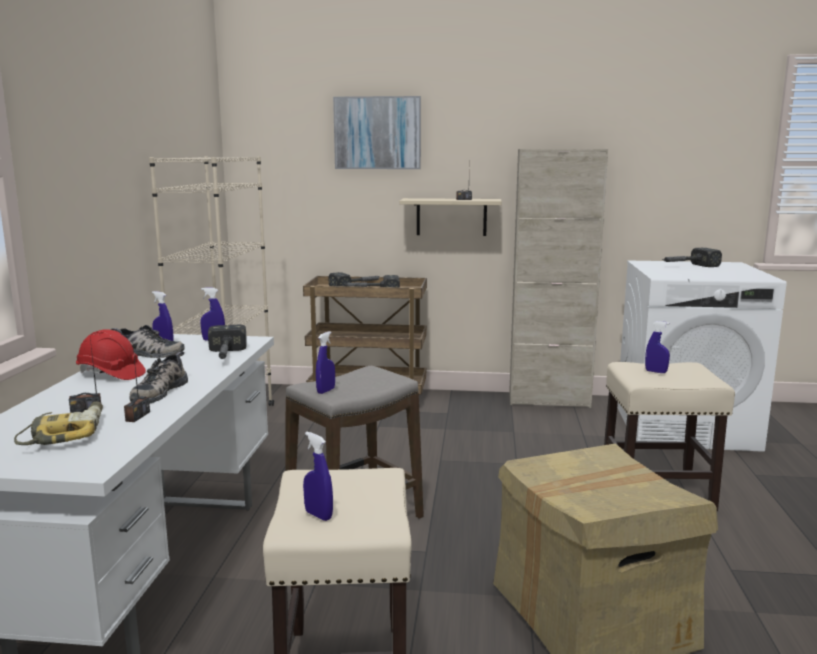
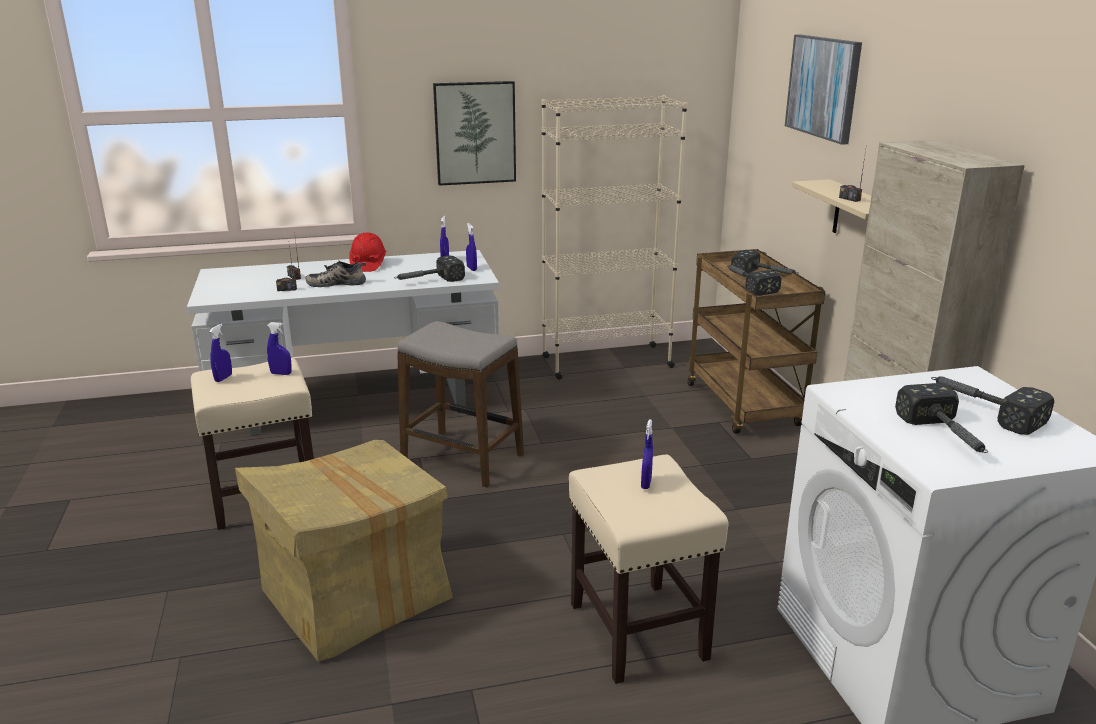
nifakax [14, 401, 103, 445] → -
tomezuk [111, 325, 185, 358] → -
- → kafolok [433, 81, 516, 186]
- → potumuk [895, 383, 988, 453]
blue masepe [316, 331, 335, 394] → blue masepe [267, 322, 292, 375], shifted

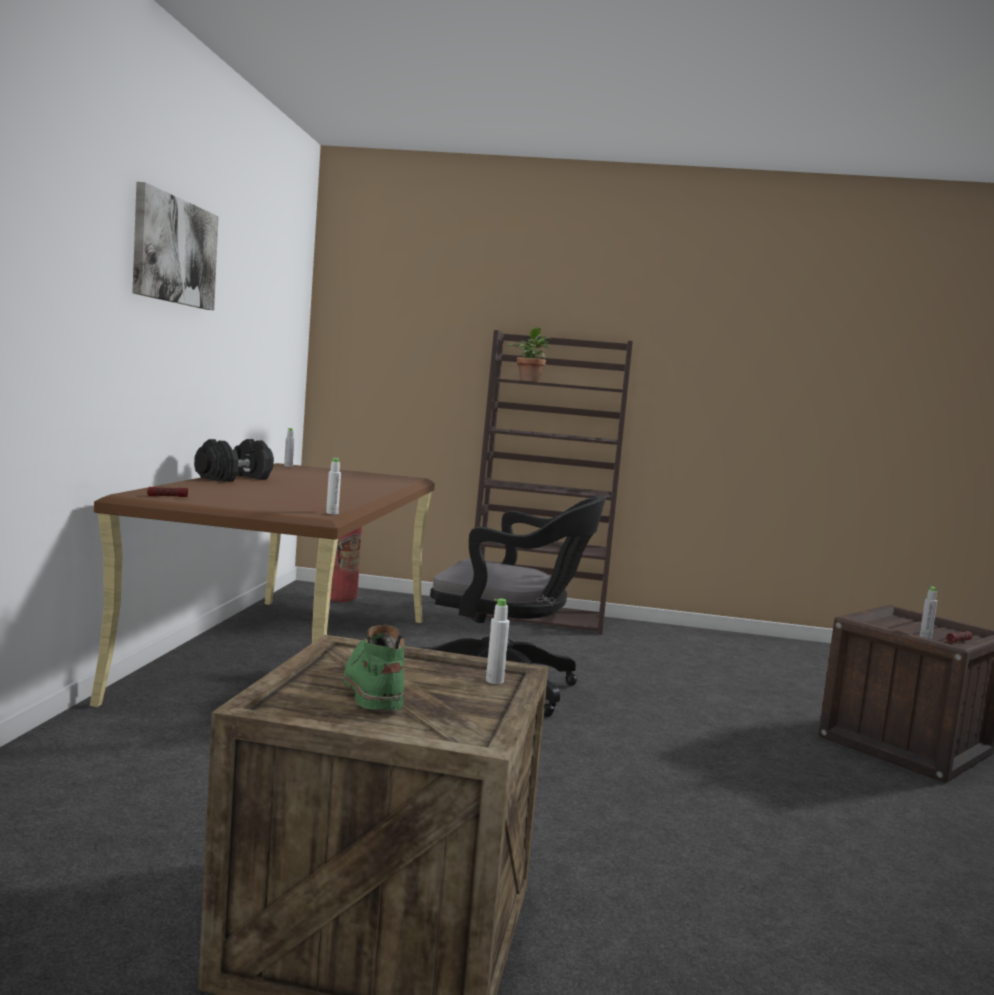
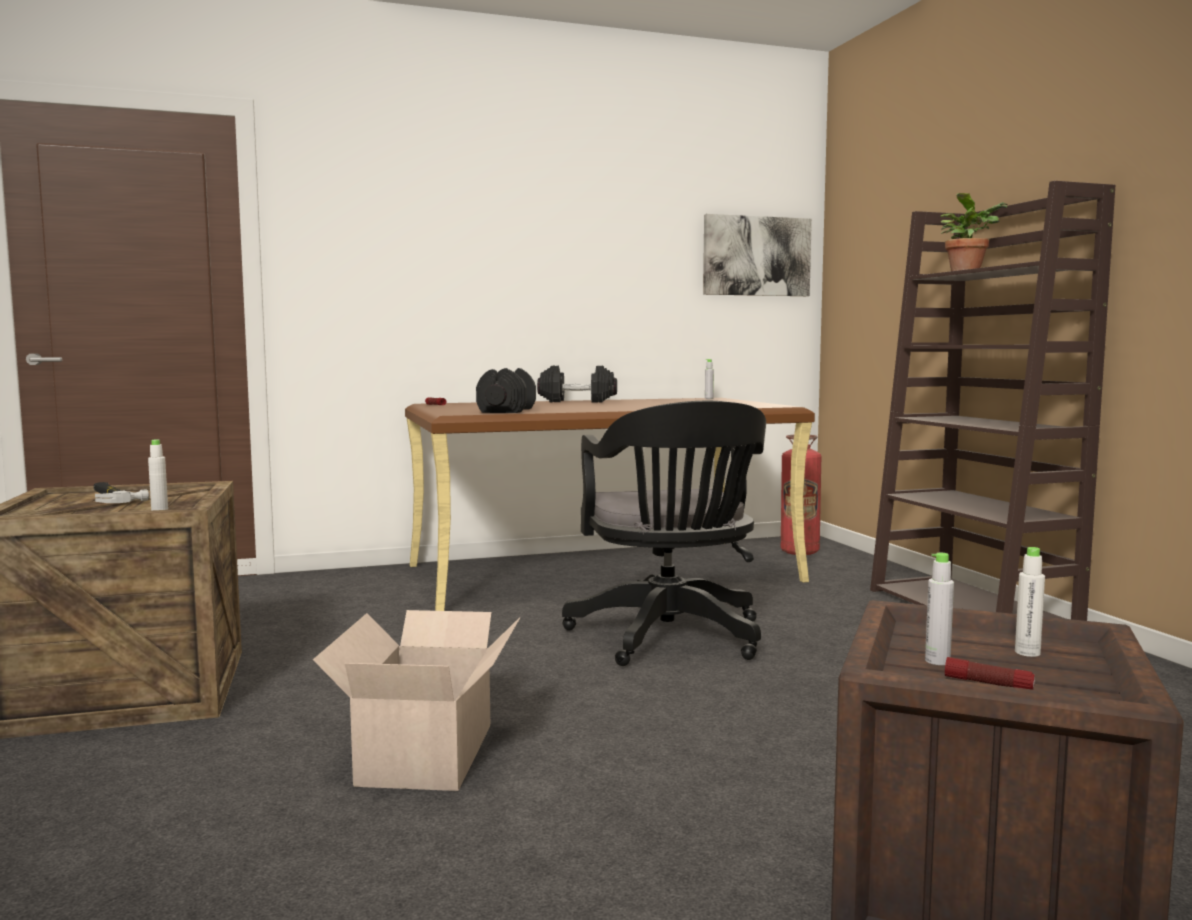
- → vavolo [313, 610, 521, 791]
- → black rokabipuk [476, 368, 536, 413]
kafolok [132, 182, 219, 310] → kafolok [703, 214, 812, 296], shifted
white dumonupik [326, 458, 341, 514] → white dumonupik [1015, 547, 1045, 657], shifted
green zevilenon [344, 625, 405, 711] → potumuk [94, 482, 149, 503]

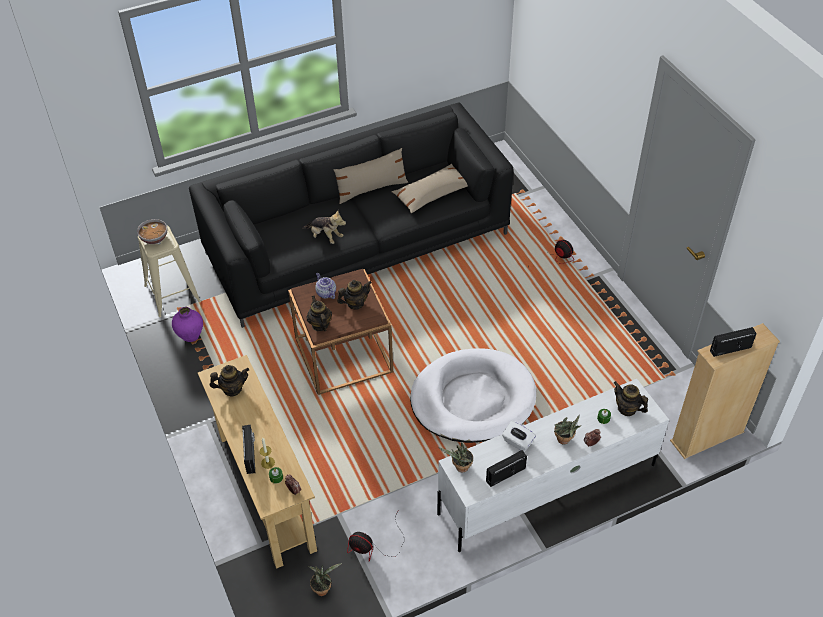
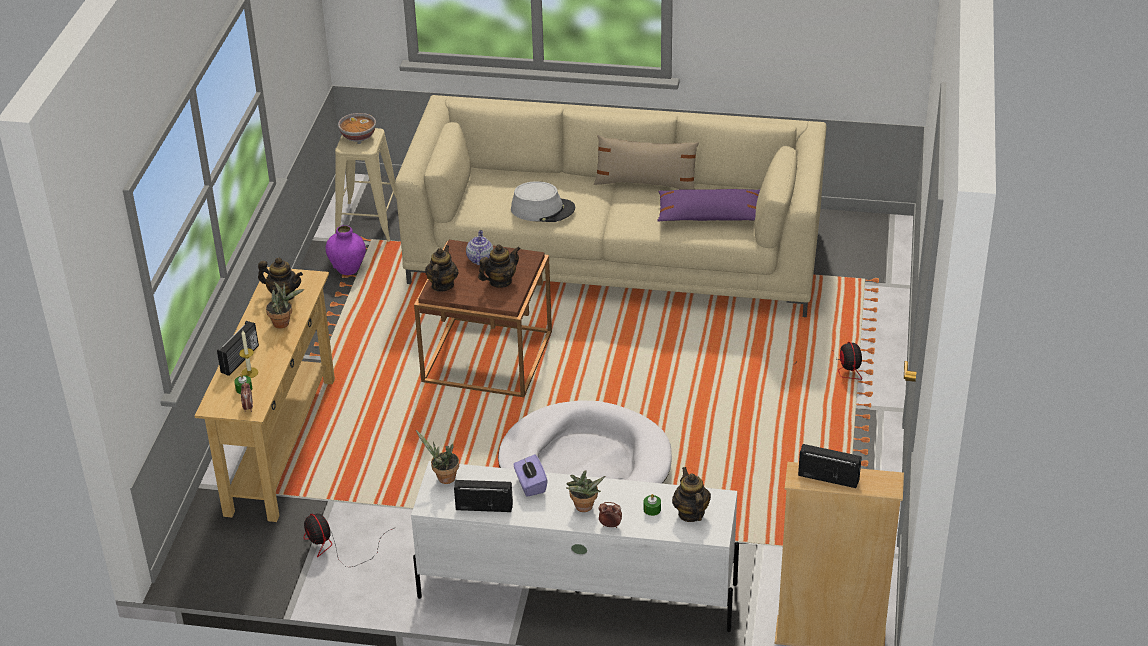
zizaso [308, 563, 342, 596] → zizaso [266, 282, 304, 329], shifted
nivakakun [302, 211, 346, 244] → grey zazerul [511, 181, 575, 222]
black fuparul [189, 102, 514, 328] → beige fuparul [395, 95, 827, 317]
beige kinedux [392, 164, 468, 213] → purple kinedux [657, 189, 760, 222]
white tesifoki [502, 421, 536, 452] → purple tesifoki [513, 454, 547, 497]
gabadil [337, 280, 372, 310] → gabadil [478, 244, 520, 288], 45 degrees counterclockwise

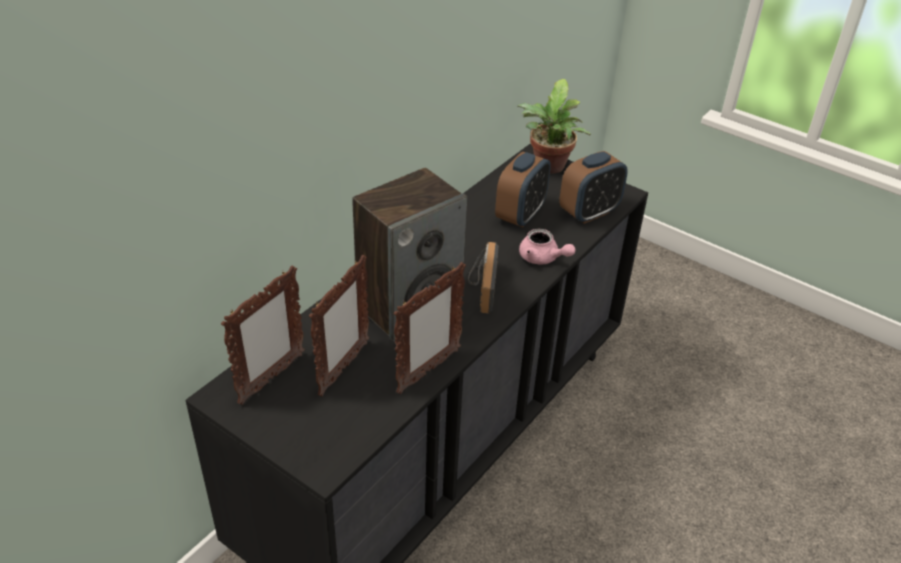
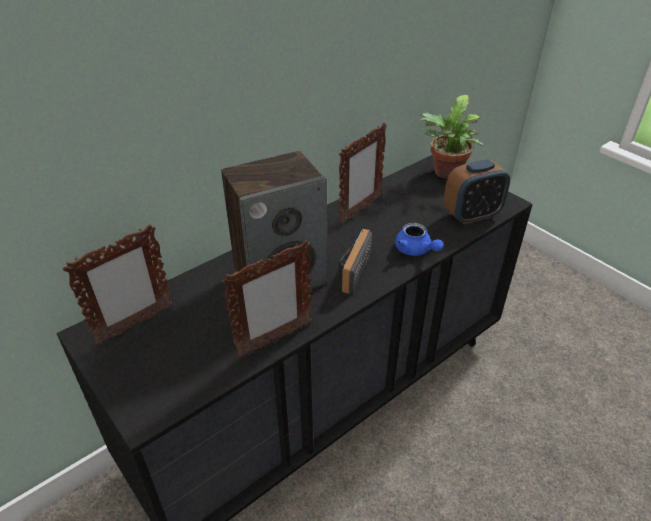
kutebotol [495, 152, 551, 227] → -
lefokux [309, 255, 369, 396] → lefokux [339, 123, 387, 225], shifted
pink gabadil [519, 229, 576, 265] → blue gabadil [395, 223, 444, 256]

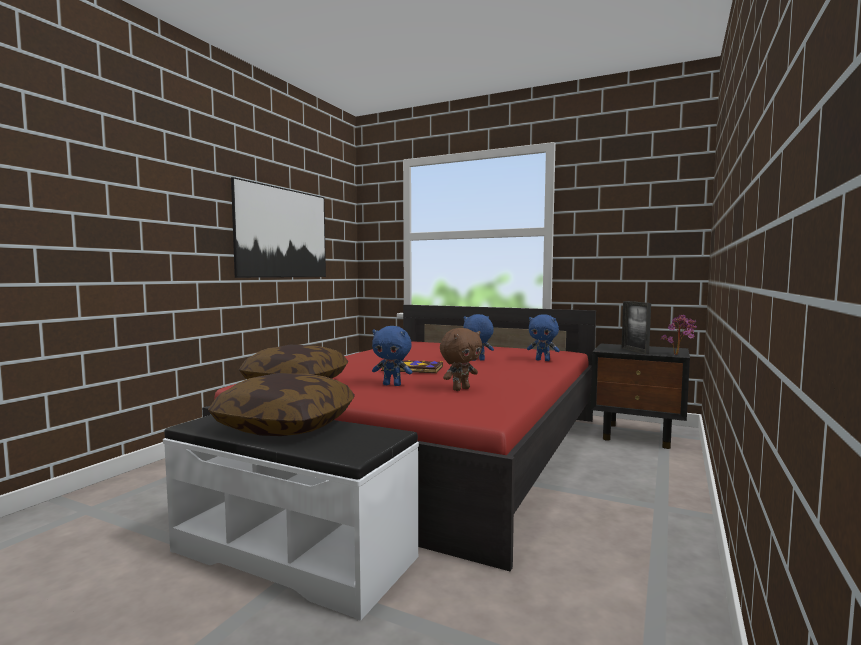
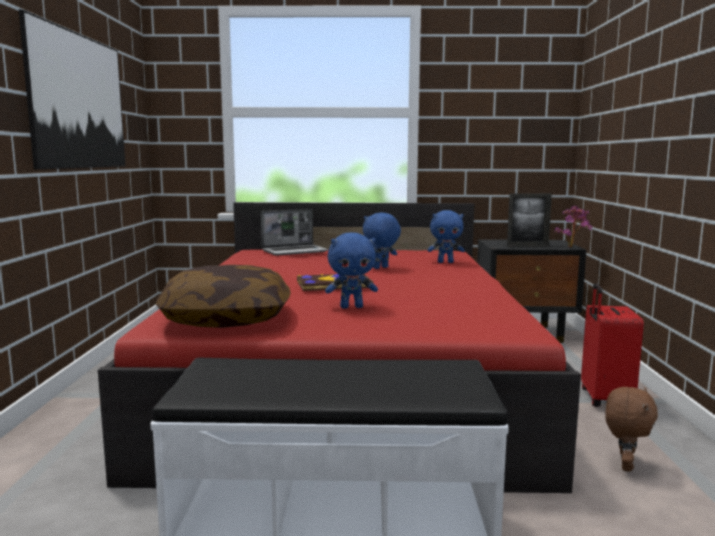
kinedux [208, 373, 355, 436] → -
- → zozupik [261, 209, 328, 256]
- → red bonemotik [581, 283, 644, 407]
brown nivakakun [440, 328, 482, 391] → brown nivakakun [605, 387, 658, 472], shifted
lefokux [621, 301, 651, 354] → lefokux [507, 193, 552, 247], 60 degrees counterclockwise

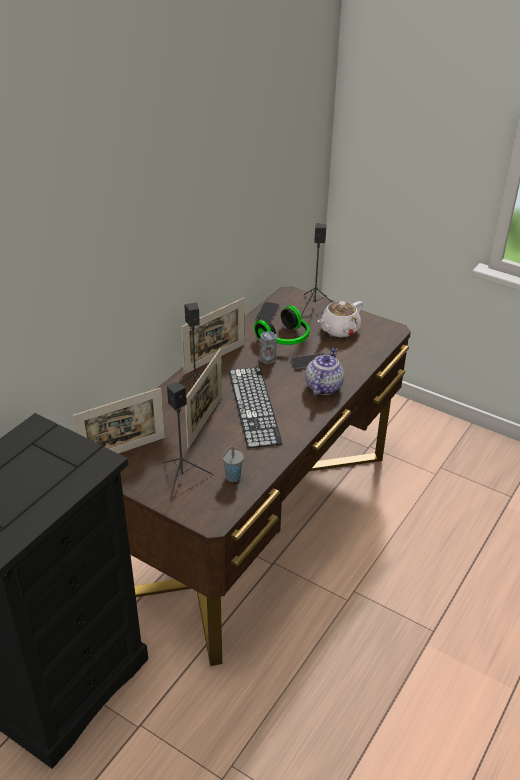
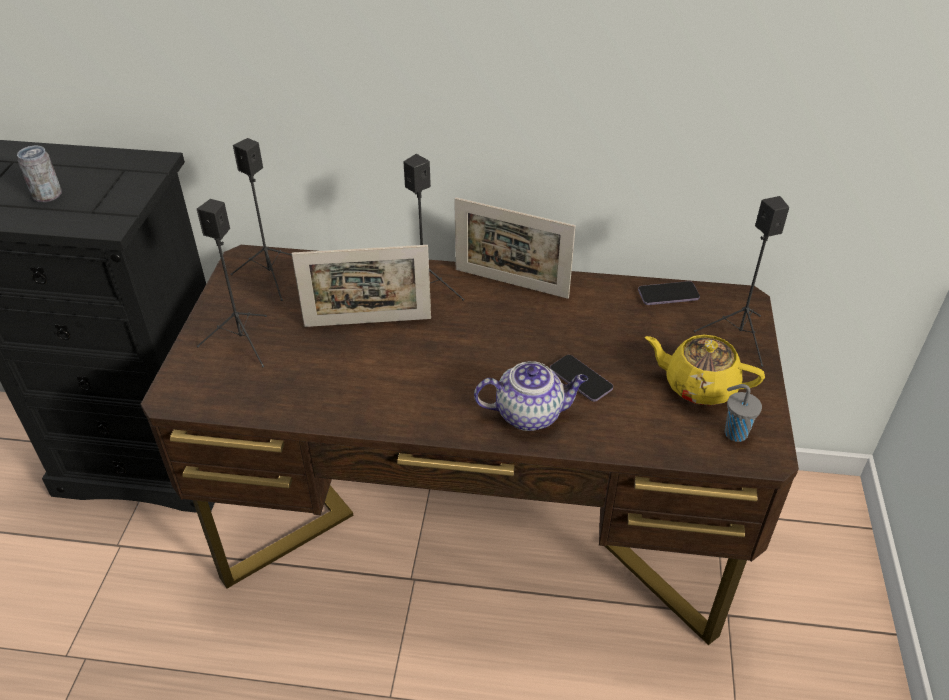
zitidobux [229, 367, 283, 448] → -
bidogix [254, 305, 310, 345] → -
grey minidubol [222, 446, 244, 482] → grey minidubol [725, 384, 762, 442], shifted
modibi [259, 331, 277, 364] → modibi [17, 145, 62, 202], shifted
lefokux [72, 388, 165, 454] → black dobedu [230, 138, 292, 301]
white gabadil [318, 301, 363, 337] → yellow gabadil [645, 334, 765, 405]

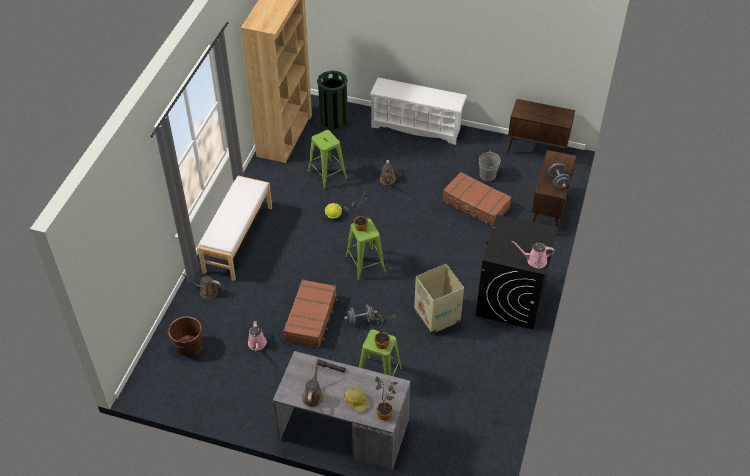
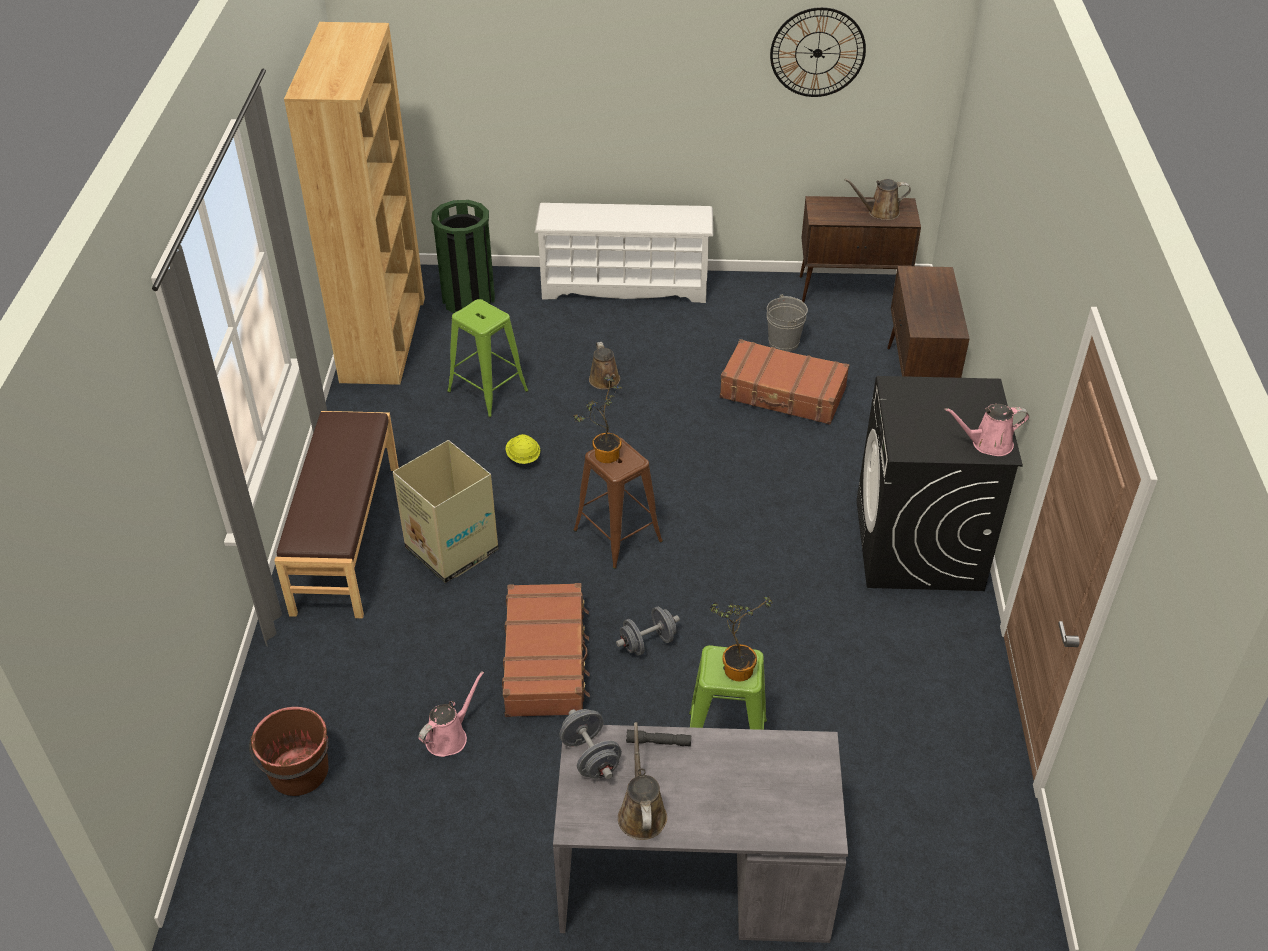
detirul [344, 386, 369, 412] → -
zizaso [375, 377, 398, 420] → -
- → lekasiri [770, 7, 866, 97]
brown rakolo [181, 273, 221, 299] → brown rakolo [844, 179, 911, 220], shifted
vavolo [414, 264, 464, 334] → vavolo [393, 440, 498, 583], shifted
grey rokabipuk [548, 163, 570, 188] → grey rokabipuk [559, 709, 622, 779], shifted
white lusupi [197, 176, 272, 281] → brown lusupi [274, 411, 399, 618]
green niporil [345, 219, 386, 281] → brown niporil [573, 438, 663, 569]
pink rakolo [248, 321, 267, 351] → pink rakolo [418, 671, 484, 757], 120 degrees counterclockwise

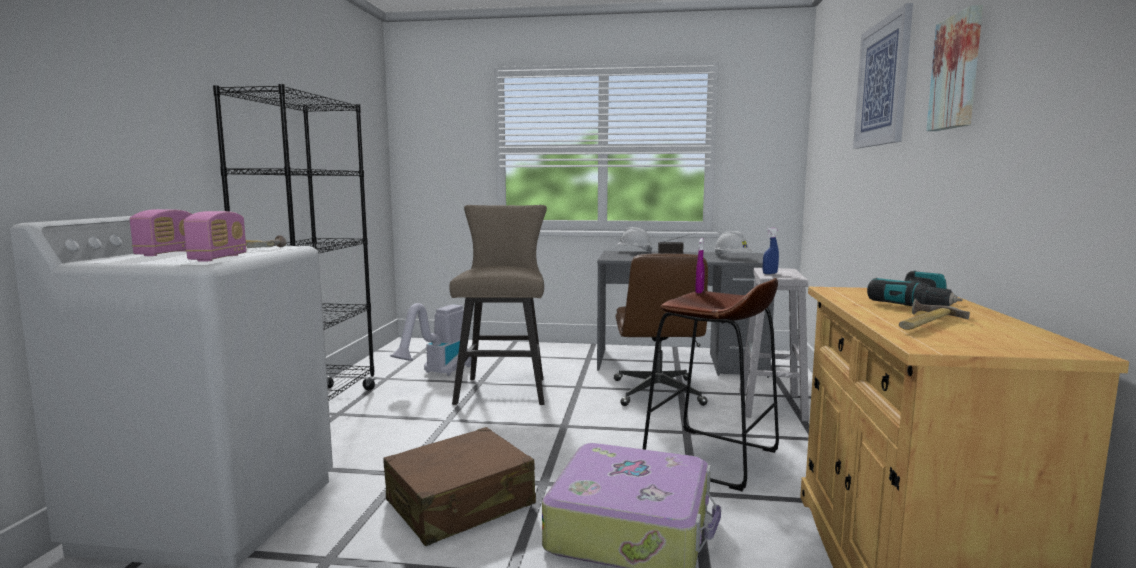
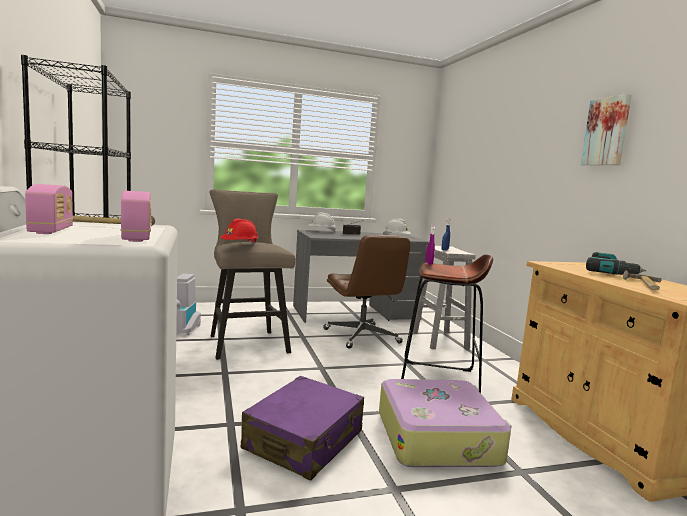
kafolok [853, 3, 913, 149] → -
- → red detirul [220, 219, 258, 244]
brown bonemotik [383, 427, 536, 546] → purple bonemotik [241, 376, 364, 480]

